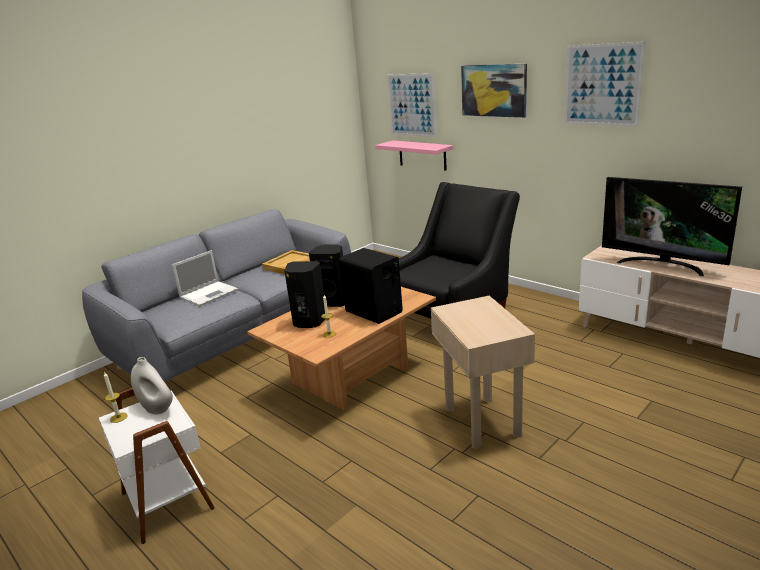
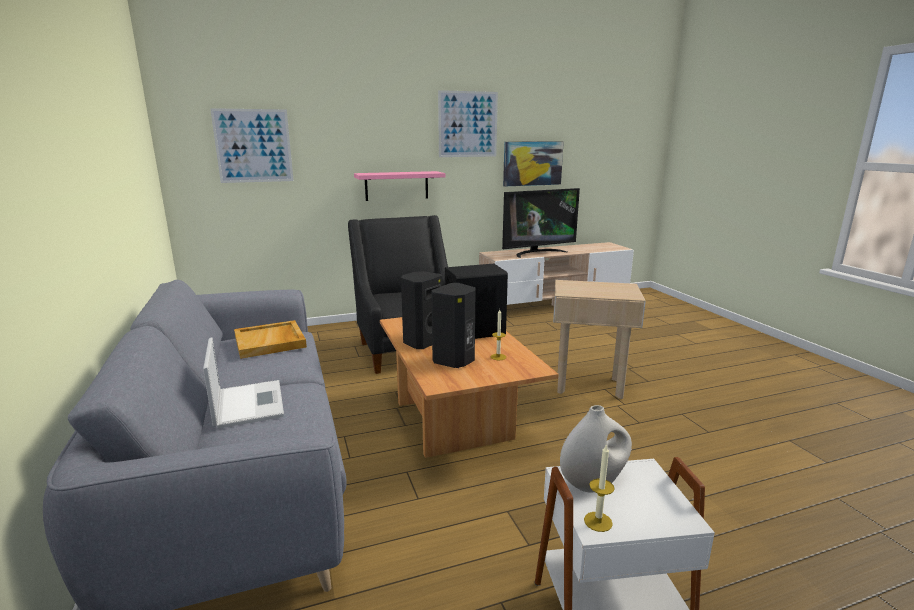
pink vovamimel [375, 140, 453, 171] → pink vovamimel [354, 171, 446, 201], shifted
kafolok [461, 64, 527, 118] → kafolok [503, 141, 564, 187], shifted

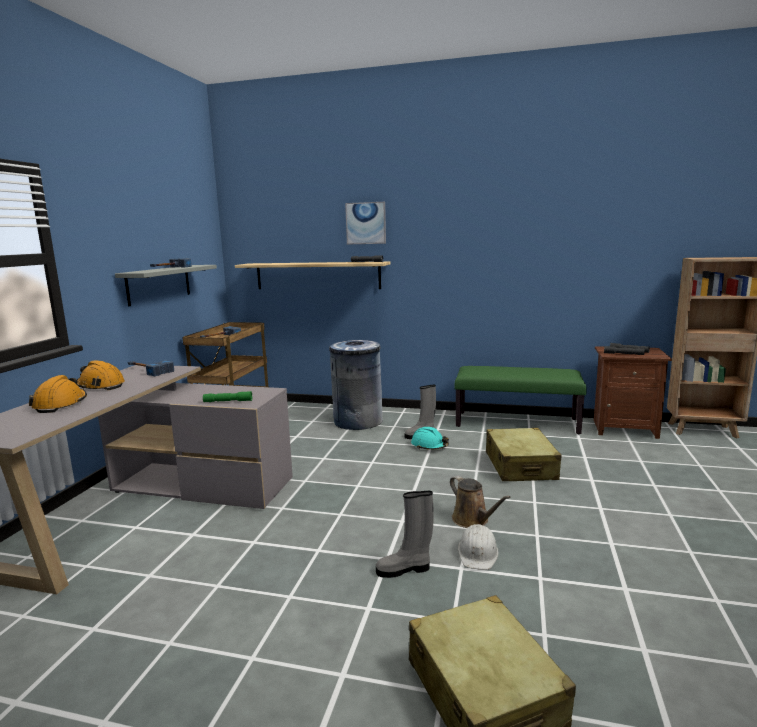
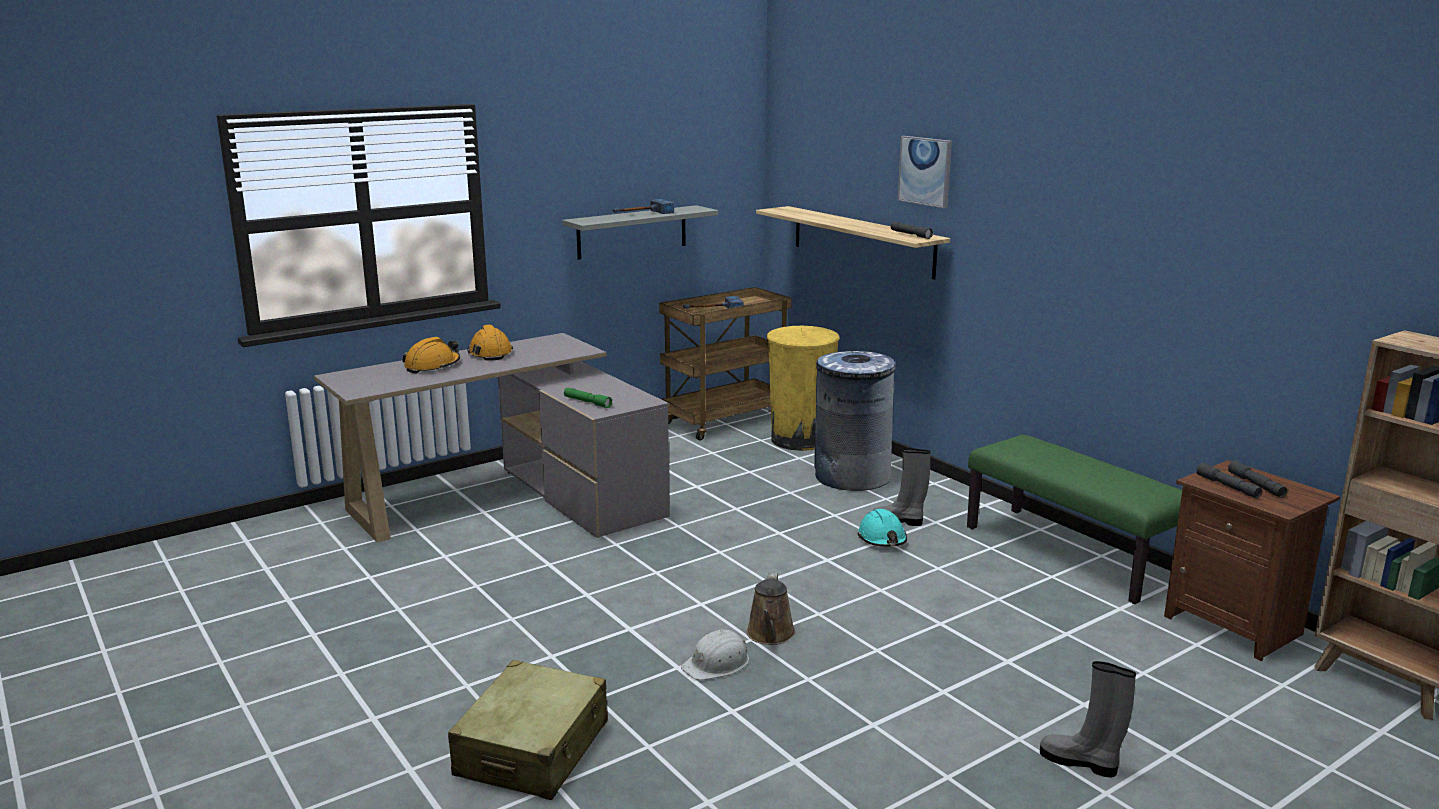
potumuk [128, 360, 174, 376] → -
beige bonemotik [486, 428, 561, 481] → -
- → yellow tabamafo [767, 326, 840, 451]
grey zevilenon [376, 491, 434, 578] → grey zevilenon [1040, 661, 1136, 778], shifted

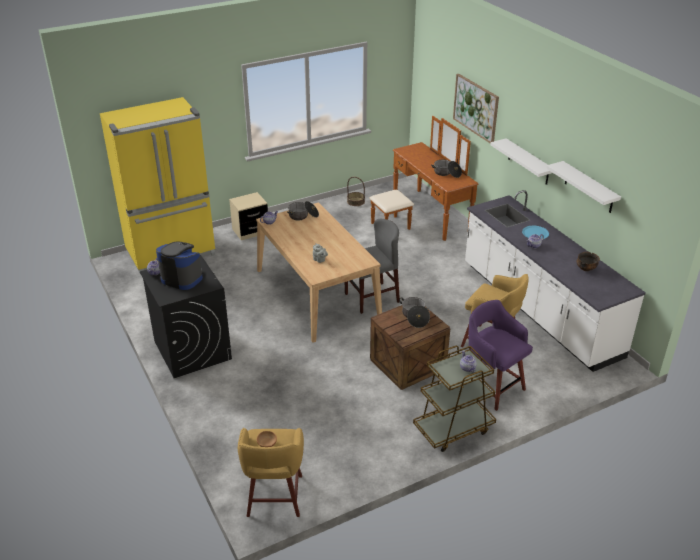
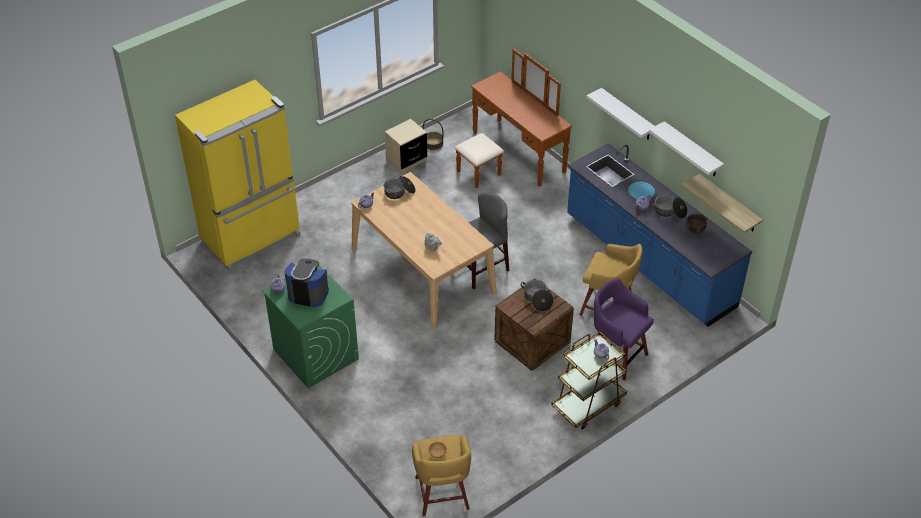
kafolok [453, 74, 499, 144] → -
- → vovamimel [681, 174, 763, 233]
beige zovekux [229, 192, 268, 240] → beige zovekux [385, 119, 427, 173], shifted
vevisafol [431, 160, 462, 178] → vevisafol [652, 195, 687, 218], shifted
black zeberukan [140, 255, 232, 378] → green zeberukan [262, 265, 359, 388]
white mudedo [465, 190, 646, 372] → blue mudedo [567, 143, 752, 327]

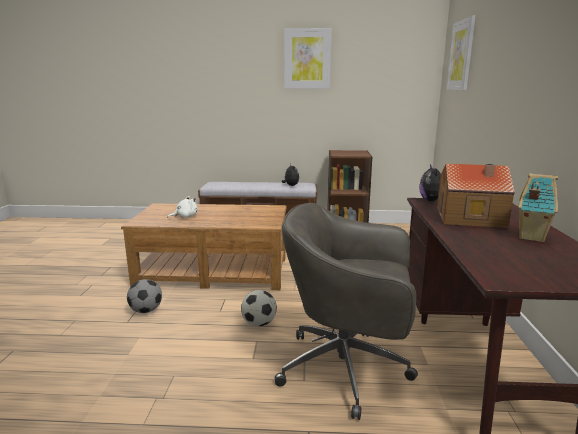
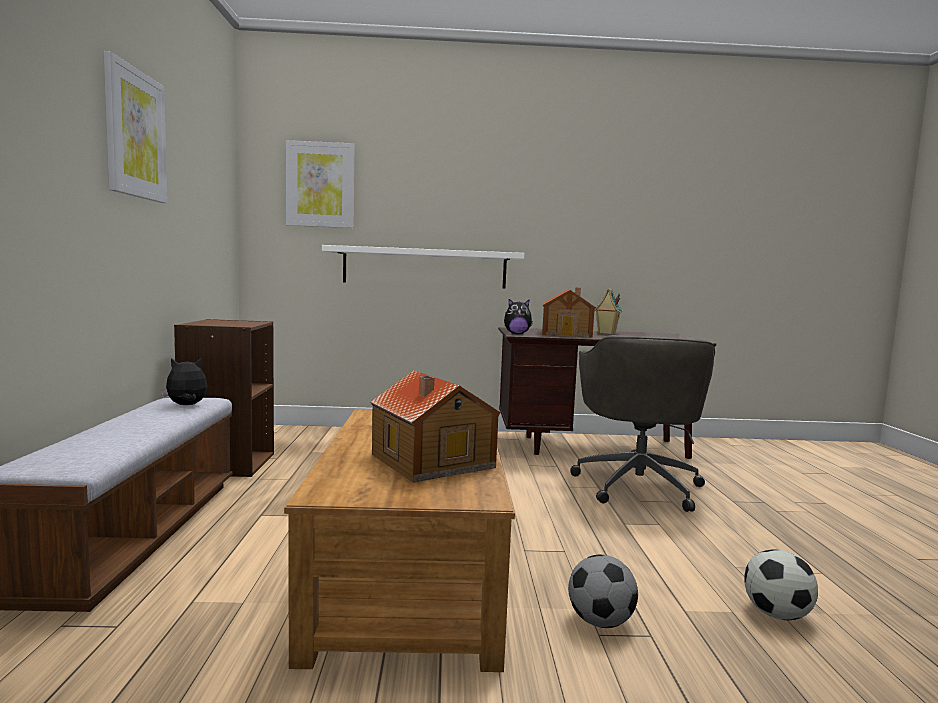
- → white vovamimel [322, 245, 525, 288]
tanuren [241, 290, 277, 327] → tanuren [744, 549, 818, 620], shifted
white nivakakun [167, 196, 198, 218] → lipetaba [371, 370, 501, 483]

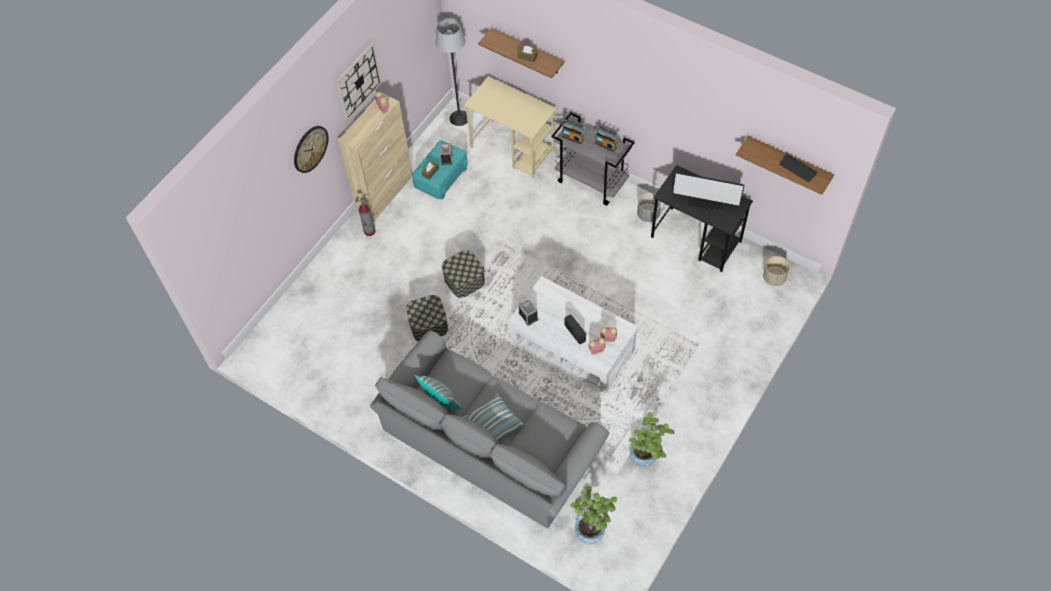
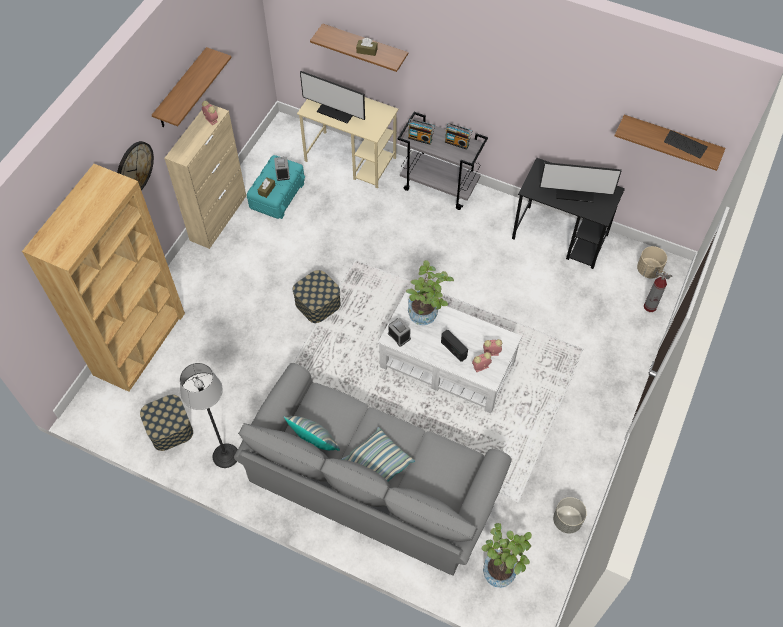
- → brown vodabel [22, 164, 185, 392]
- → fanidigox [300, 71, 365, 123]
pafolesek [355, 196, 375, 236] → pafolesek [644, 269, 672, 312], shifted
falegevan [406, 295, 448, 342] → falegevan [140, 395, 193, 451], shifted
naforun [436, 18, 468, 126] → naforun [180, 363, 238, 468], shifted
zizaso [629, 412, 674, 467] → zizaso [406, 260, 454, 325], shifted
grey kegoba [637, 193, 661, 222] → grey kegoba [553, 497, 587, 533], shifted
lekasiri [336, 43, 382, 122] → vovamimel [152, 47, 232, 127]

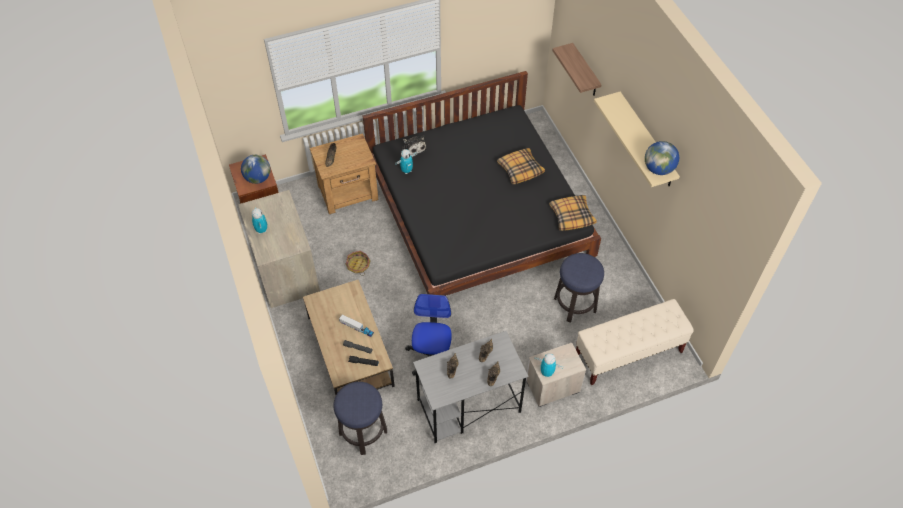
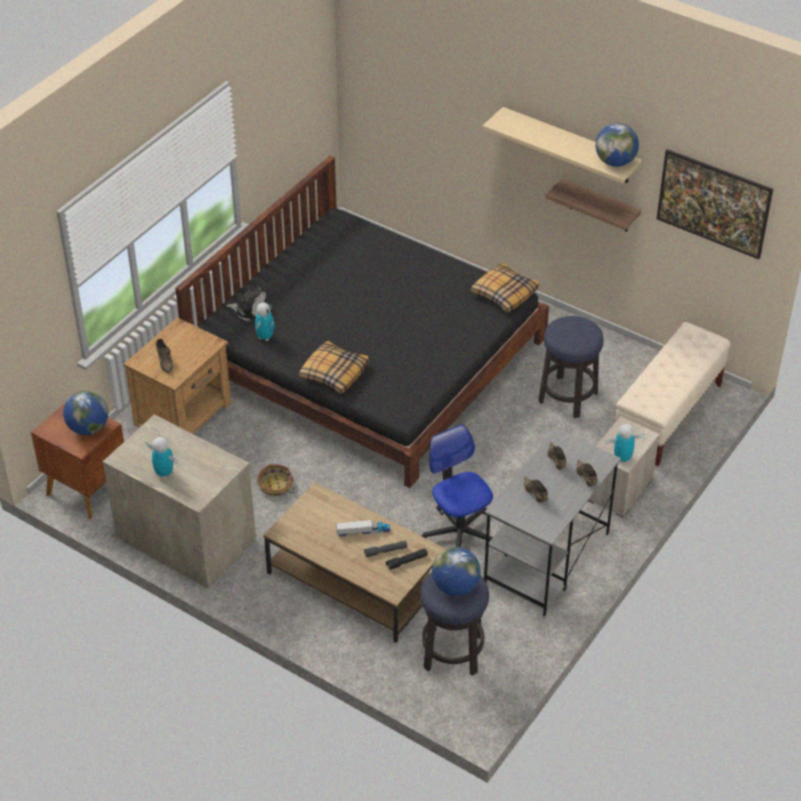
- → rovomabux [432, 547, 481, 596]
- → kafolok [657, 149, 773, 259]
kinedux [497, 148, 545, 184] → kinedux [299, 341, 369, 394], shifted
vovamimel [552, 43, 602, 96] → vovamimel [545, 179, 641, 232], shifted

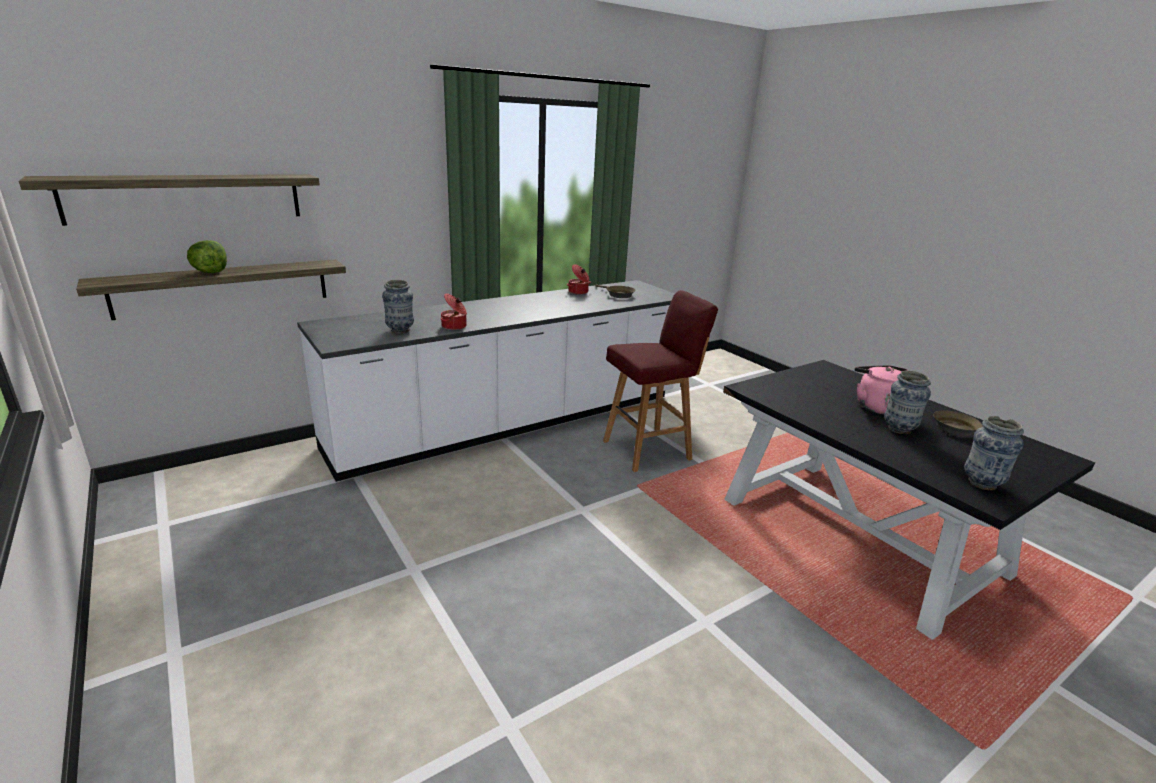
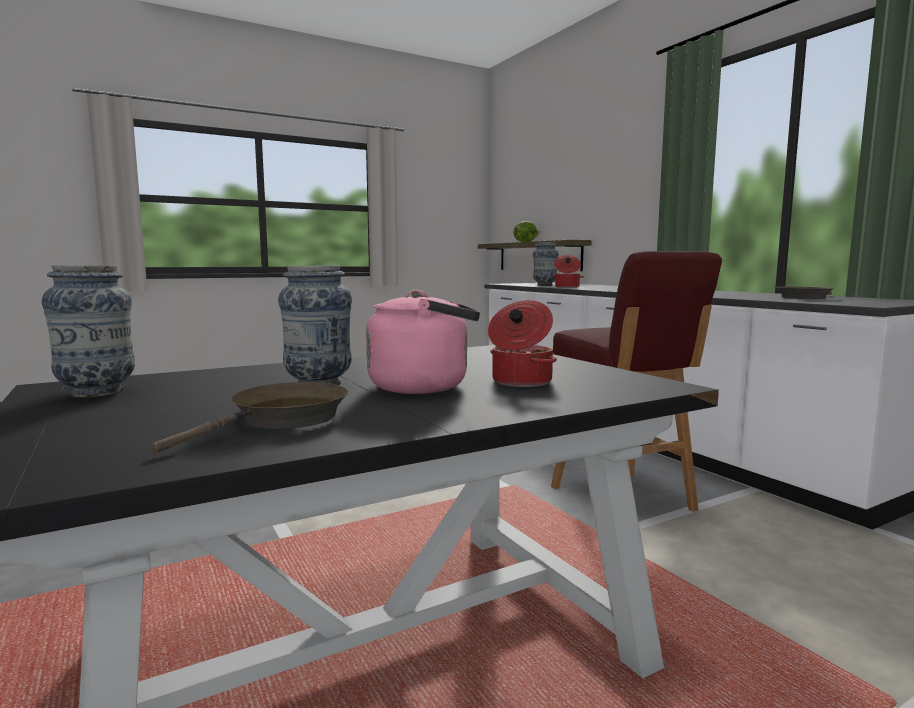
vovamimel [19, 174, 320, 226] → -
vevisafol [567, 265, 591, 295] → vevisafol [488, 300, 557, 387], shifted

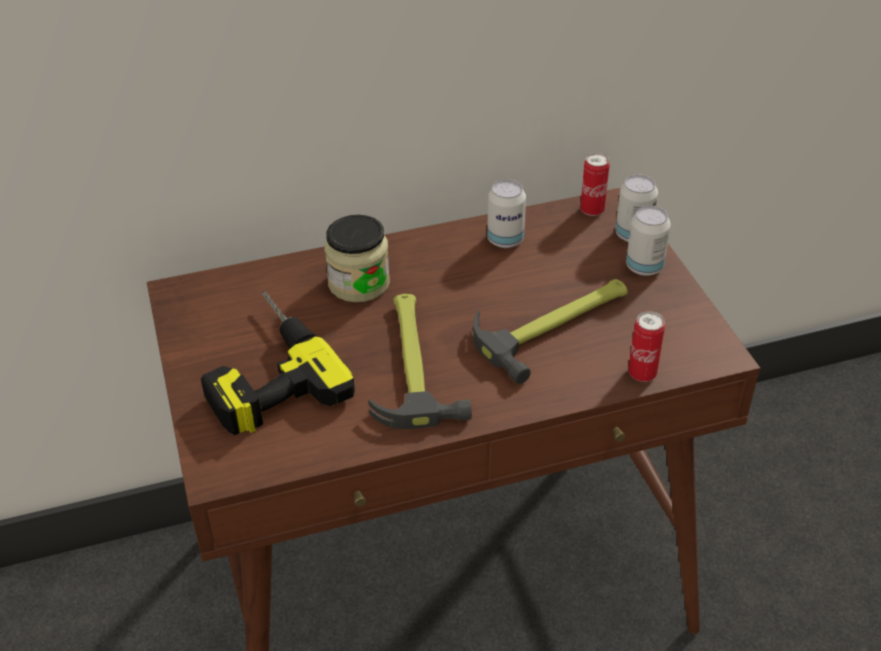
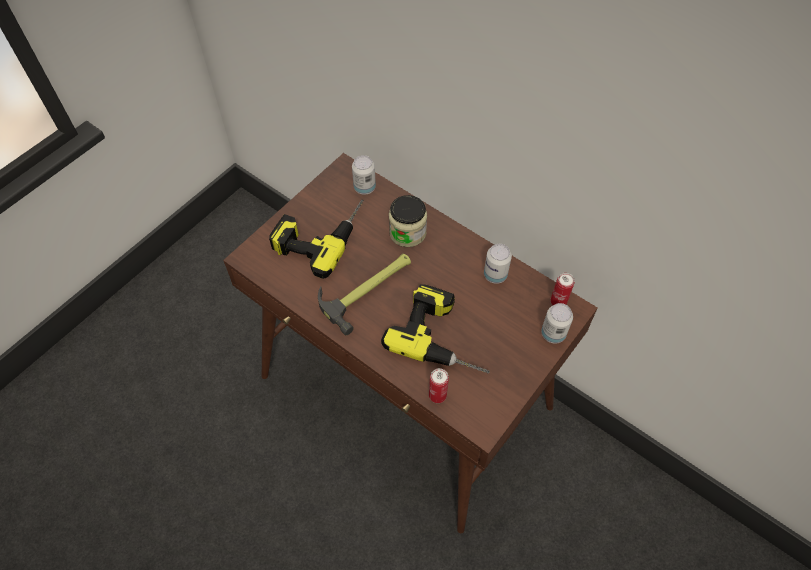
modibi [626, 205, 671, 276] → modibi [352, 155, 376, 195], shifted
potumuk [473, 279, 628, 384] → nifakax [381, 284, 490, 373]

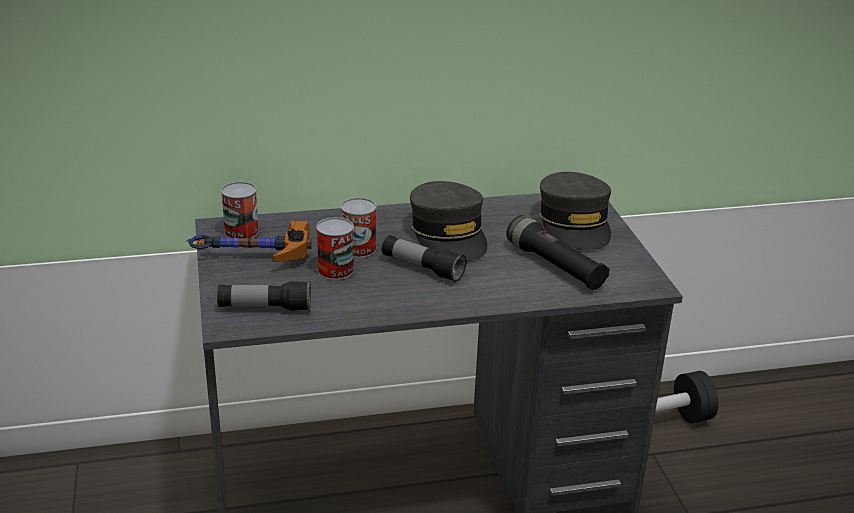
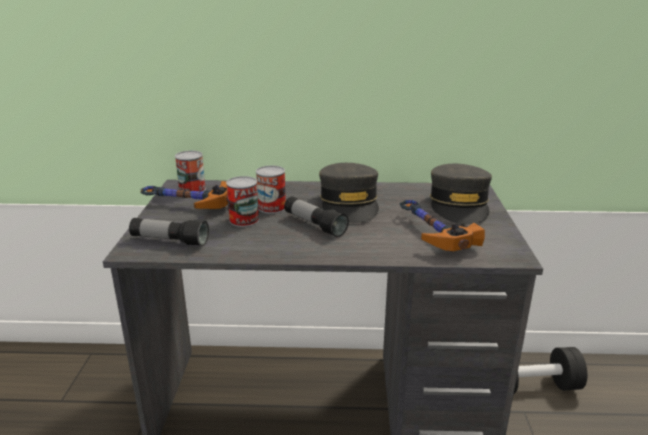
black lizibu [506, 215, 610, 290] → potumuk [400, 200, 485, 251]

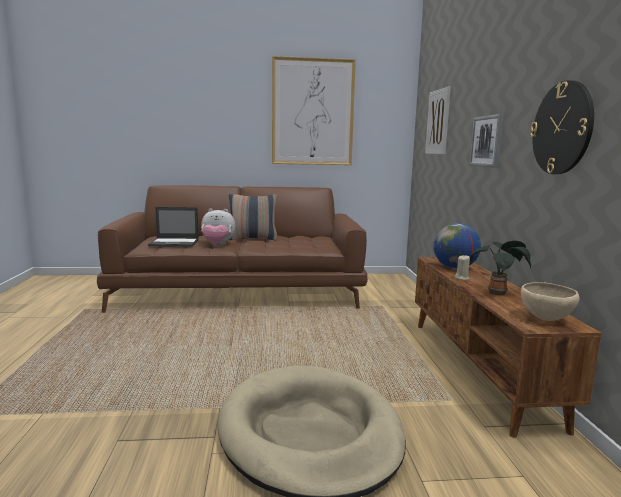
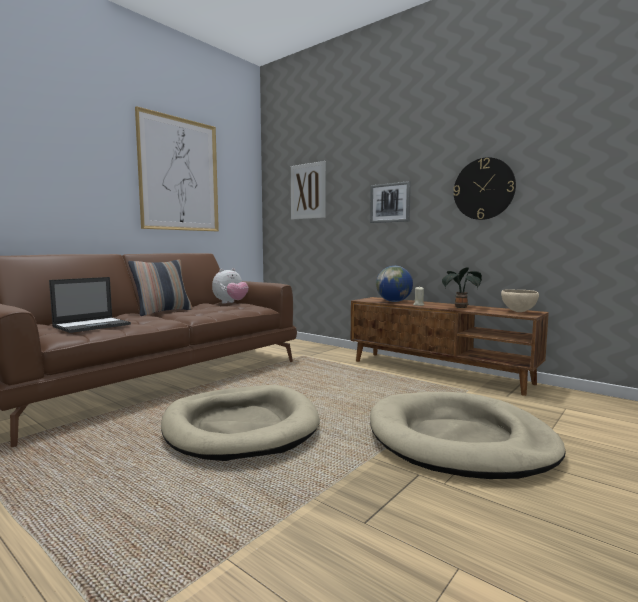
- → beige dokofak [161, 385, 320, 461]
nivakakun [201, 208, 235, 245] → nivakakun [212, 268, 249, 303], shifted

